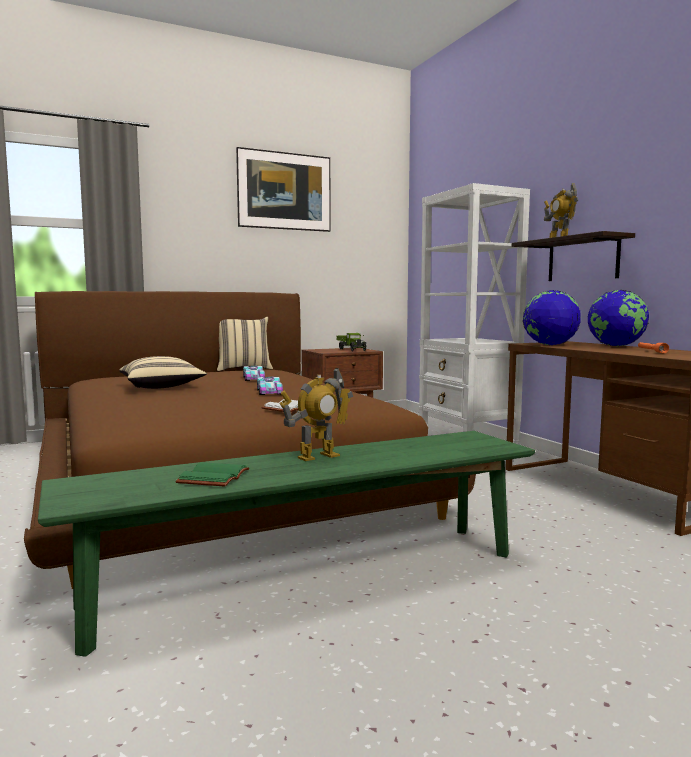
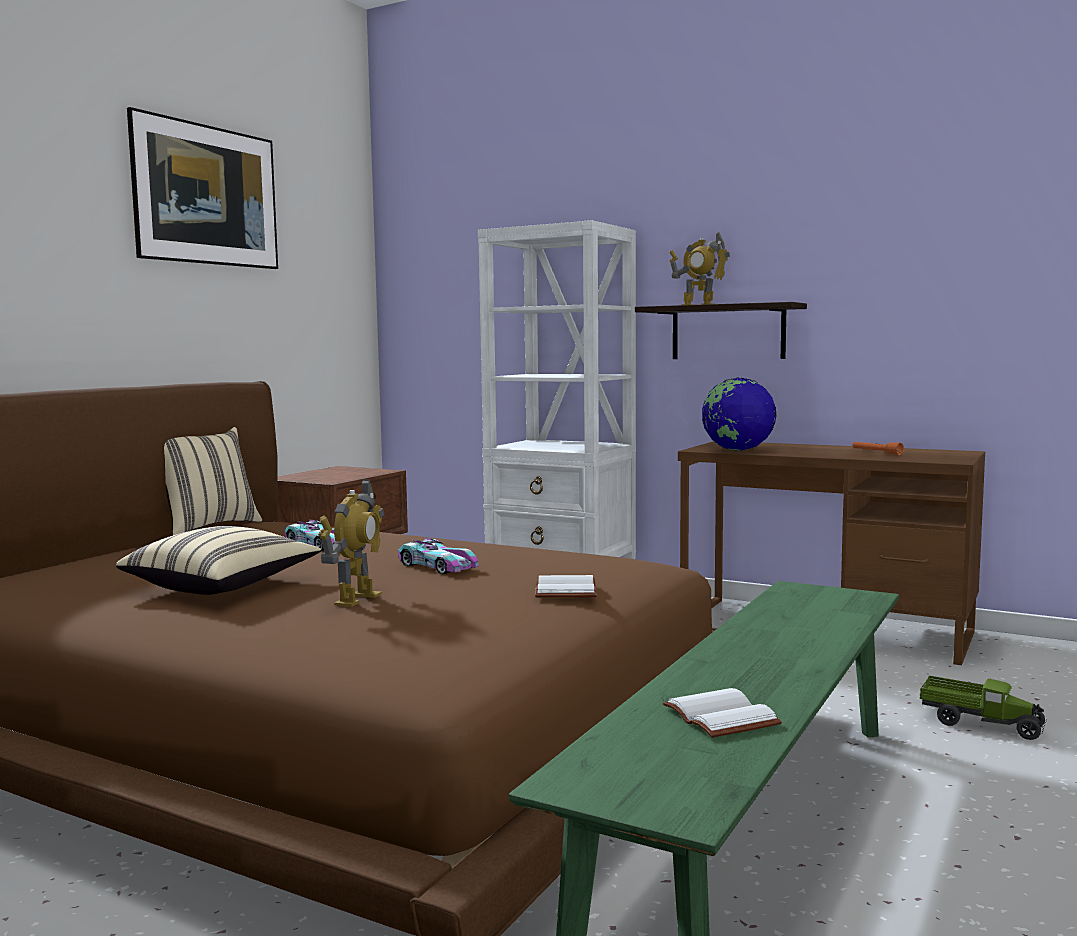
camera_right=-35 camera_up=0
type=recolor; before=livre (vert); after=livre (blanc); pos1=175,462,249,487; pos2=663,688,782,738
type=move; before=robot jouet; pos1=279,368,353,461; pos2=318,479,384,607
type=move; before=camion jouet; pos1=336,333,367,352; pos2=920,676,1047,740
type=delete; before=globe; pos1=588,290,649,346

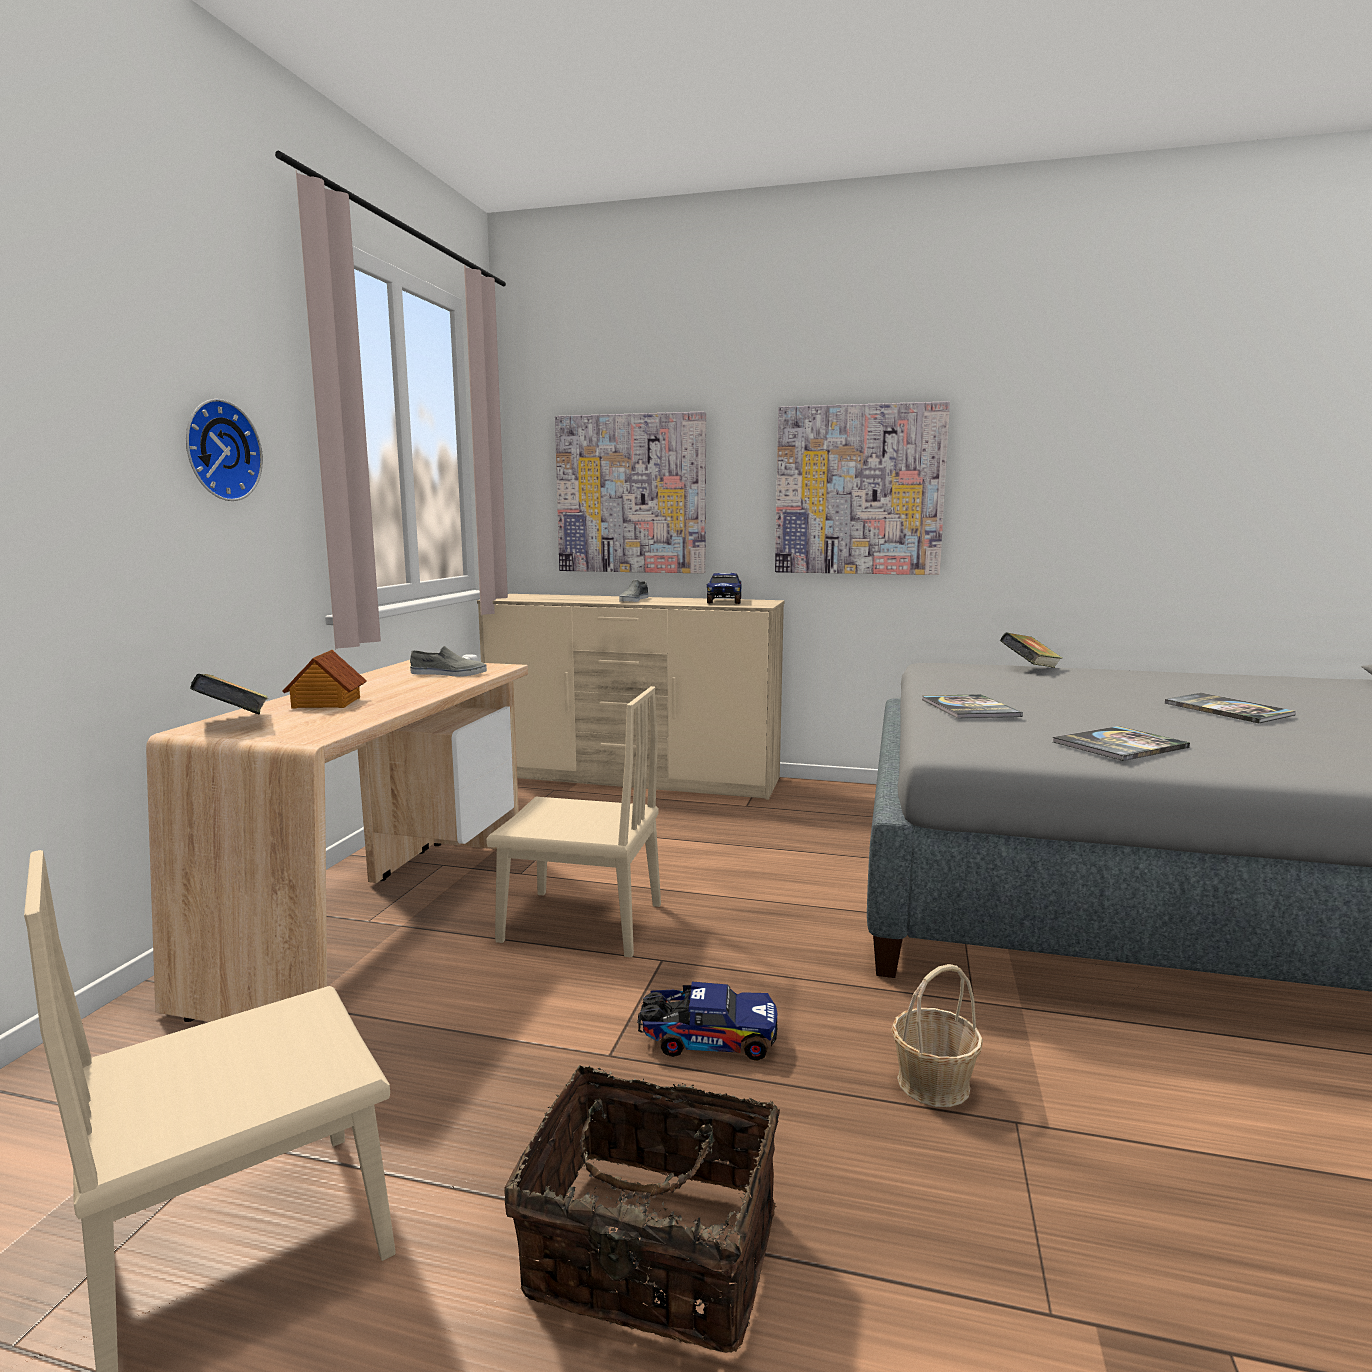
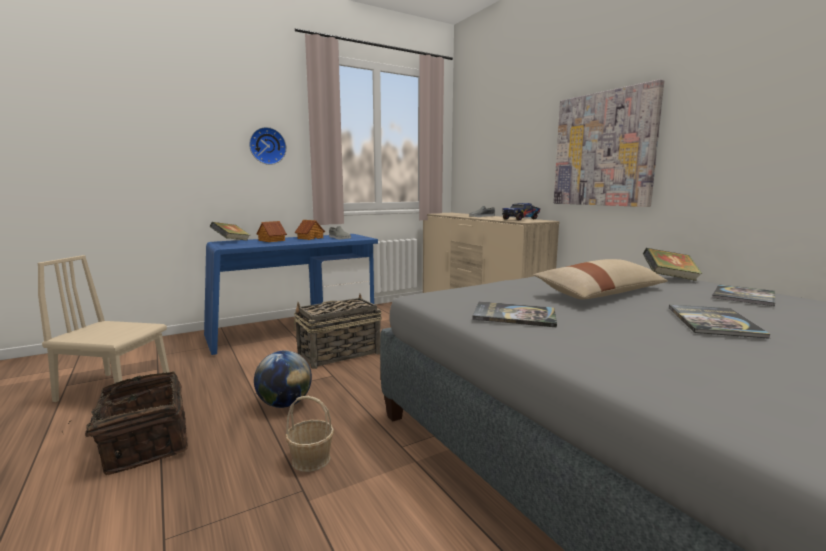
camera_right=45 camera_up=0
type=recolor; before=bureau (beige); after=bureau (bleu); pos1=146,660,528,1022; pos2=204,234,378,355
type=replace; before=chaise (beige); after=panier; pos1=486,686,661,958; pos2=294,294,382,369
type=delete; before=tableau; pos1=555,411,706,573
type=replace; before=camion jouet; after=globe; pos1=637,982,778,1061; pos2=254,350,312,408
type=move; before=livre; pos1=922,694,1023,718; pos2=712,284,775,306
type=insert; after=maison miniature; pos2=294,220,325,240
type=insert; after=coussin (beige); pos2=534,259,668,299

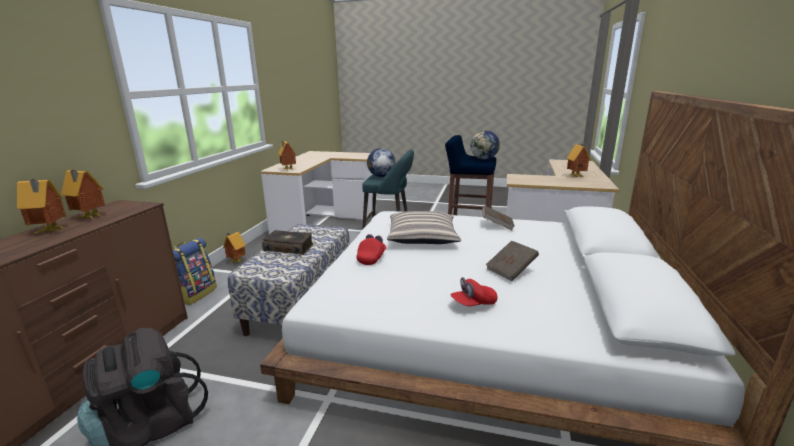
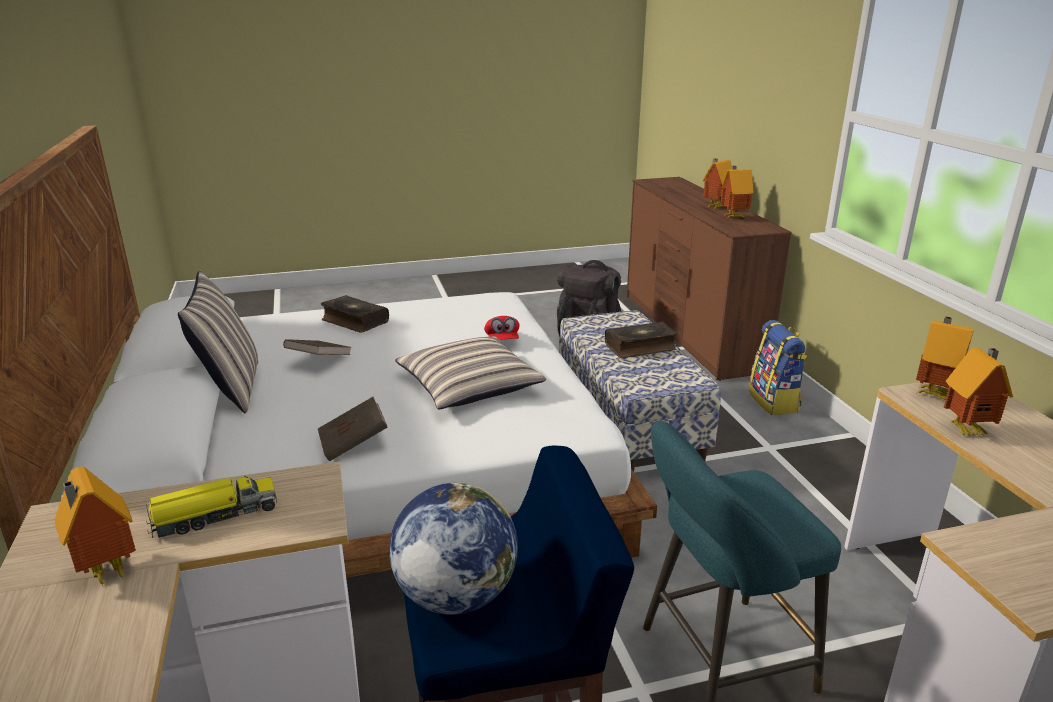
camera_right=150 camera_up=5
type=move; before=maison miniature; pos1=223,232,246,265; pos2=944,347,1013,437
type=delete; before=globe; pos1=367,148,396,177
type=replace; before=casquette (rouge); after=livre; pos1=451,277,497,306; pos2=321,295,389,333
type=insert; after=camion jouet; pos2=146,475,277,538
type=insert; after=coussin; pos2=178,271,258,413

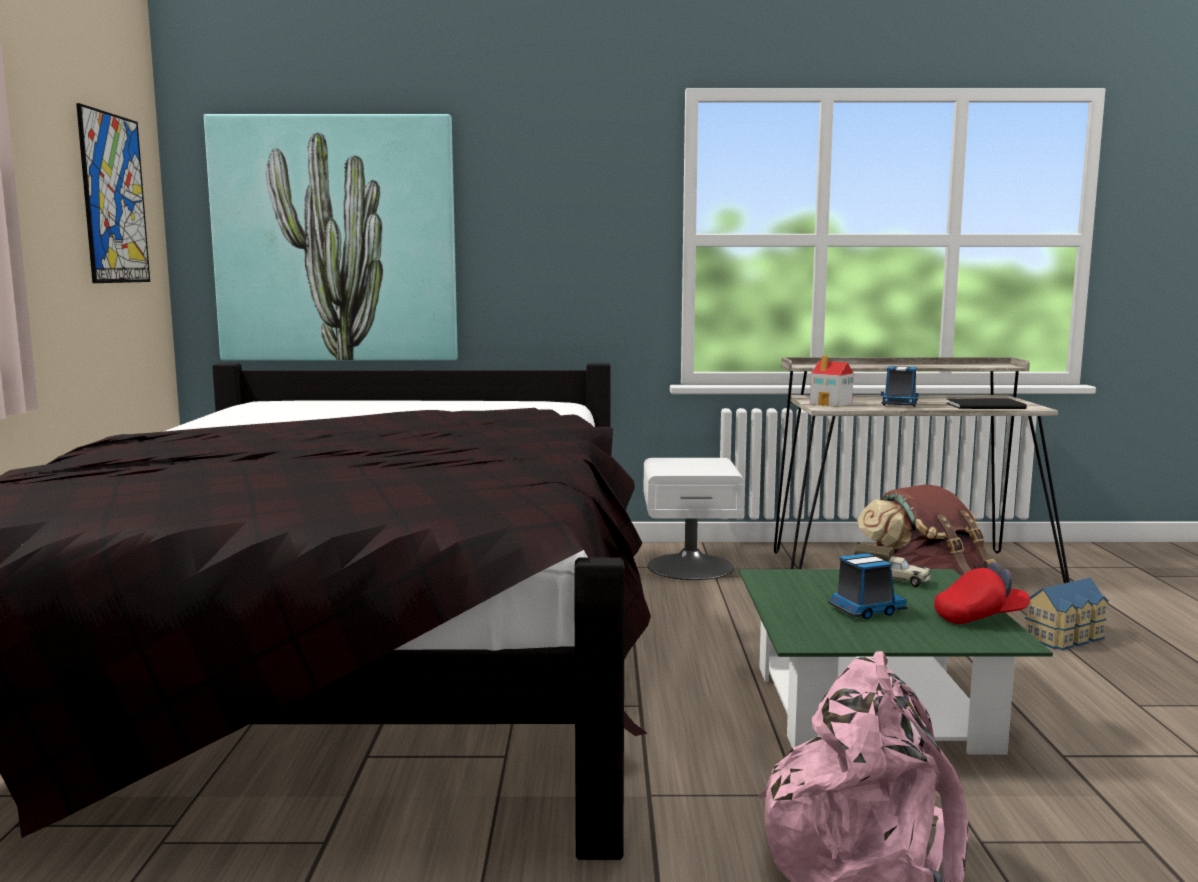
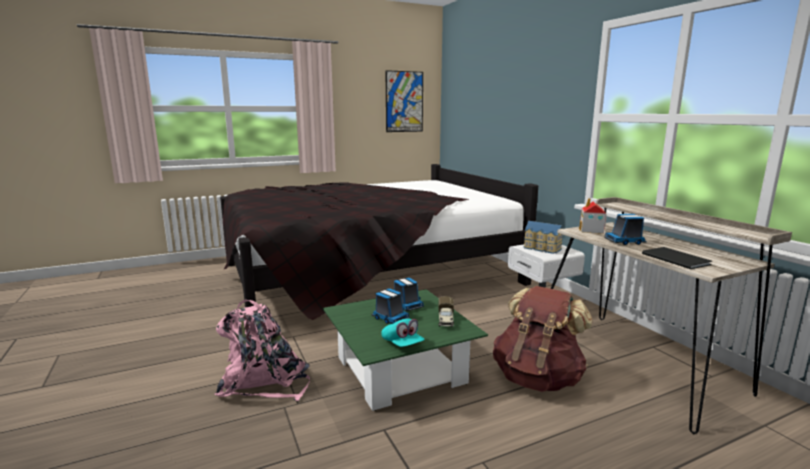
camera_right=65 camera_up=5
type=delete; before=tableau; pos1=204,114,458,361
type=recolor; before=casquette (rouge); after=casquette (turquoise); pos1=934,562,1030,624; pos2=381,319,424,347
type=move; before=maison miniature; pos1=1025,578,1109,651; pos2=524,221,563,254
type=insert; after=camion jouet; pos2=394,278,424,311

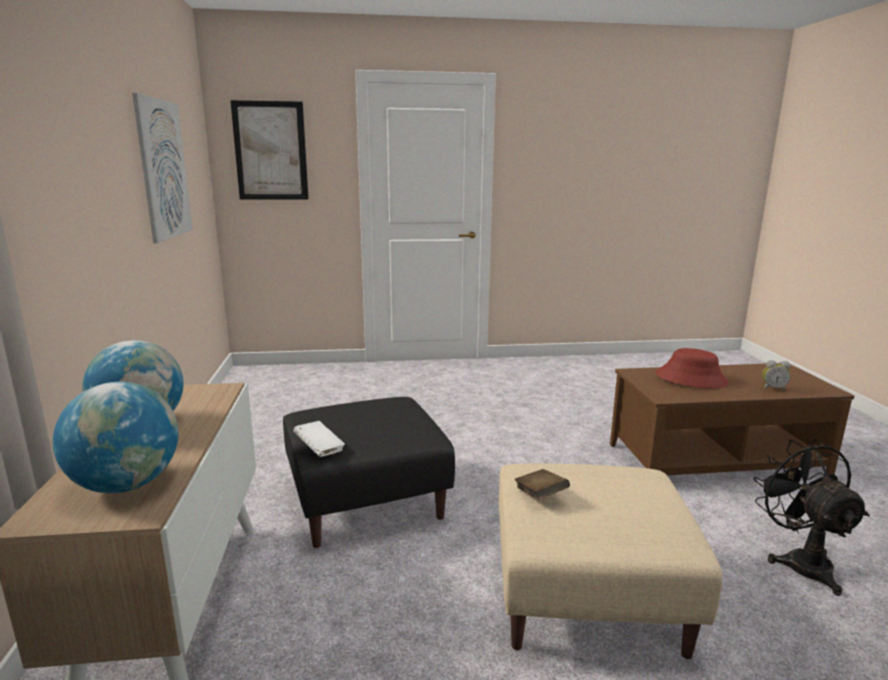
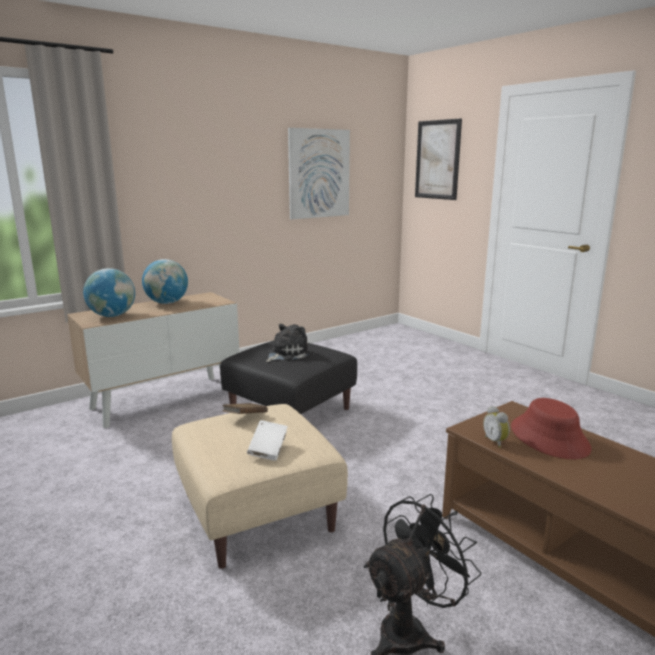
camera_right=60 camera_up=0
type=move; before=livre (blanc); pos1=293,421,345,457; pos2=247,420,288,461
type=move; before=réveil; pos1=762,360,791,391; pos2=483,406,510,448
type=insert; after=peluche; pos2=266,324,311,362

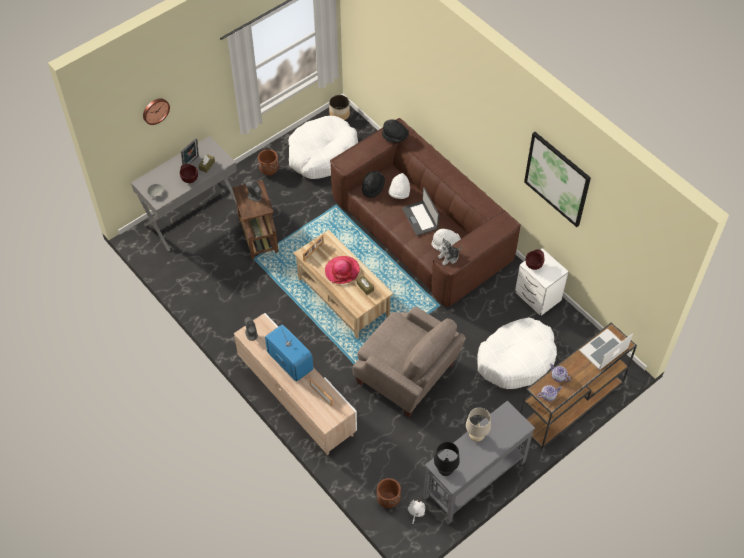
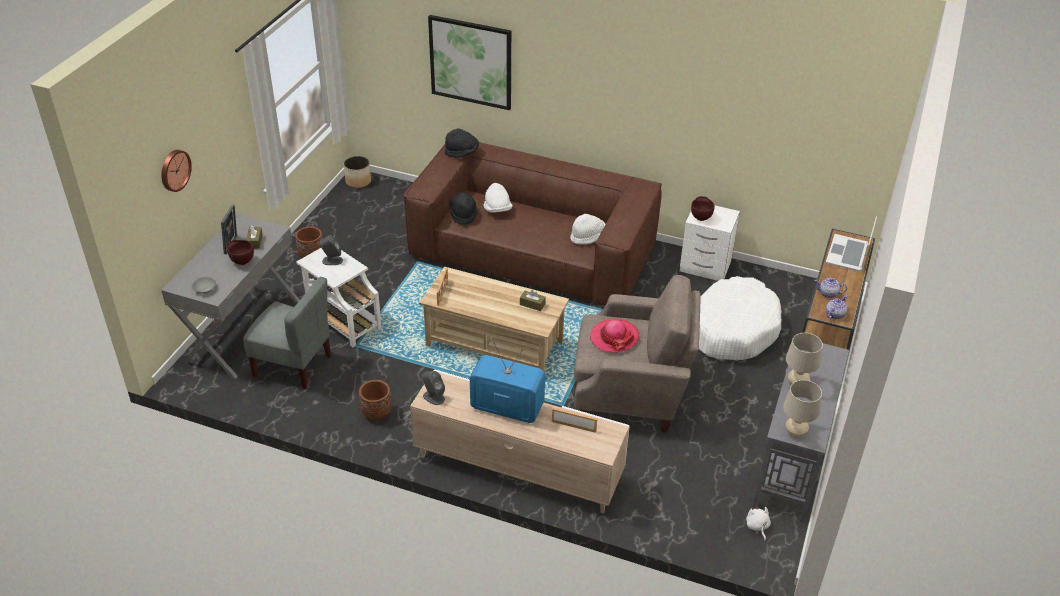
camera_right=-30 camera_up=-15
type=recolor; before=table d'appoint (marron); after=table d'appoint (blanc); pos1=232,180,279,259; pos2=296,248,382,347
type=delete; before=panier pour chien (blanc); pos1=289,116,358,179
type=move; before=chapeau; pos1=325,256,360,284; pos2=590,319,640,353
type=move; before=cache-pot (marron); pos1=377,478,401,508; pos2=359,380,392,421
type=delete; before=ordinateur portable; pos1=402,187,439,236
type=recolor; before=lampe de table (noir); after=lampe de table (beige); pos1=434,442,460,476; pos2=783,380,822,437
type=delete; before=peluche; pos1=437,238,462,265
type=move; before=tableau; pos1=524,132,591,227; pos2=428,15,511,110
type=insert; after=chaise (gris); pos2=243,277,331,389

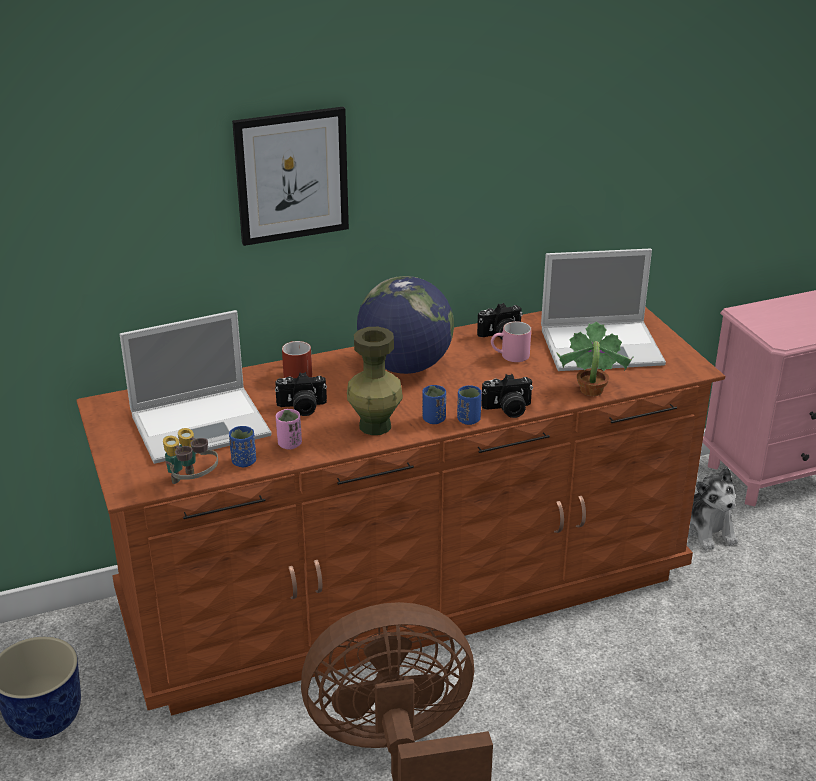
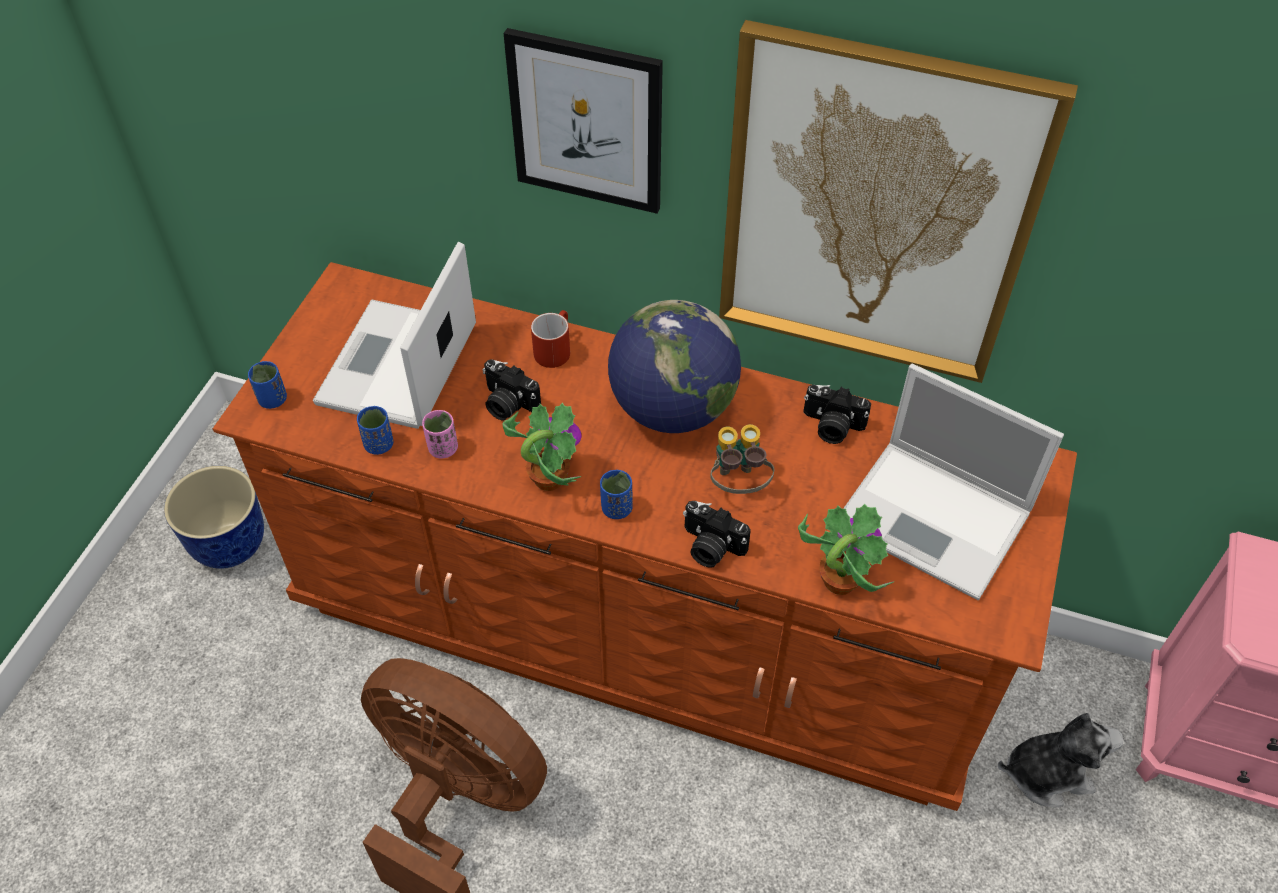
camera_right=40 camera_up=20
type=rotate; before=ordinateur portable; pos1=120,310,271,464; pos2=313,242,476,429; turn=90
type=move; before=jumelles; pos1=163,428,218,484; pos2=710,424,774,494
type=replace; before=vase (vert); after=plante en pot; pos1=347,327,403,435; pos2=502,403,582,491
type=move; before=tasse (bleu); pos1=457,385,482,425; pos2=248,361,287,409
type=delete; before=mug (rose); pos1=491,321,531,362
type=rotate; before=peluche; pos1=688,467,738,551; pos2=998,713,1124,808; turn=-120
type=insert; after=tableau; pos2=719,20,1078,383

